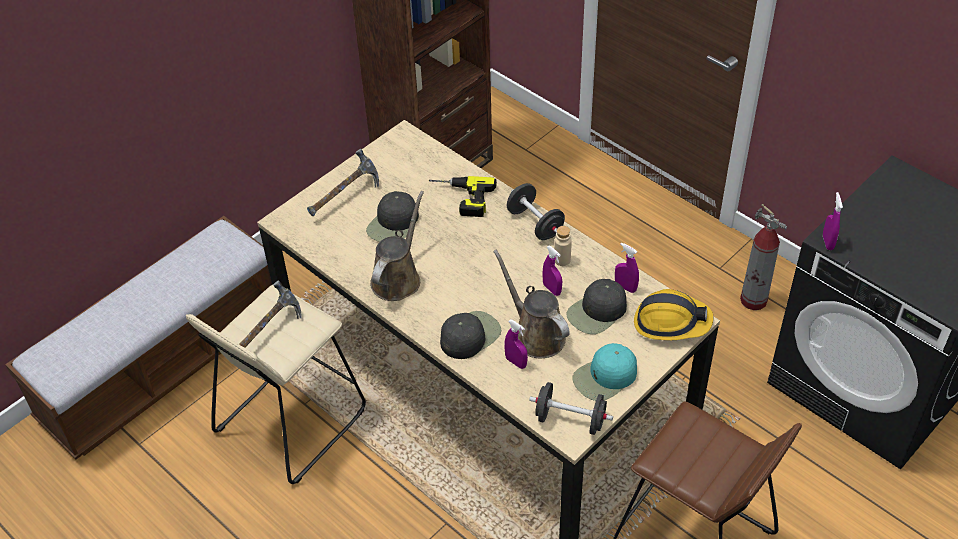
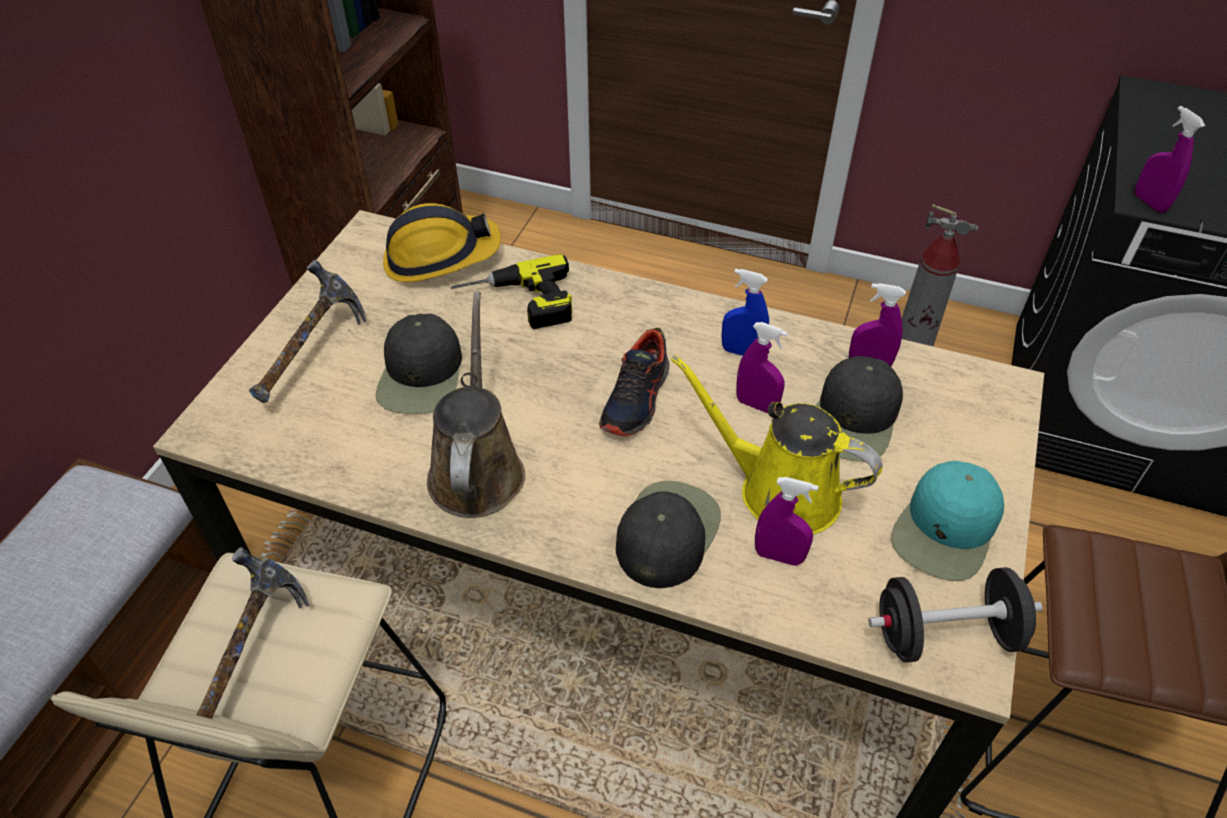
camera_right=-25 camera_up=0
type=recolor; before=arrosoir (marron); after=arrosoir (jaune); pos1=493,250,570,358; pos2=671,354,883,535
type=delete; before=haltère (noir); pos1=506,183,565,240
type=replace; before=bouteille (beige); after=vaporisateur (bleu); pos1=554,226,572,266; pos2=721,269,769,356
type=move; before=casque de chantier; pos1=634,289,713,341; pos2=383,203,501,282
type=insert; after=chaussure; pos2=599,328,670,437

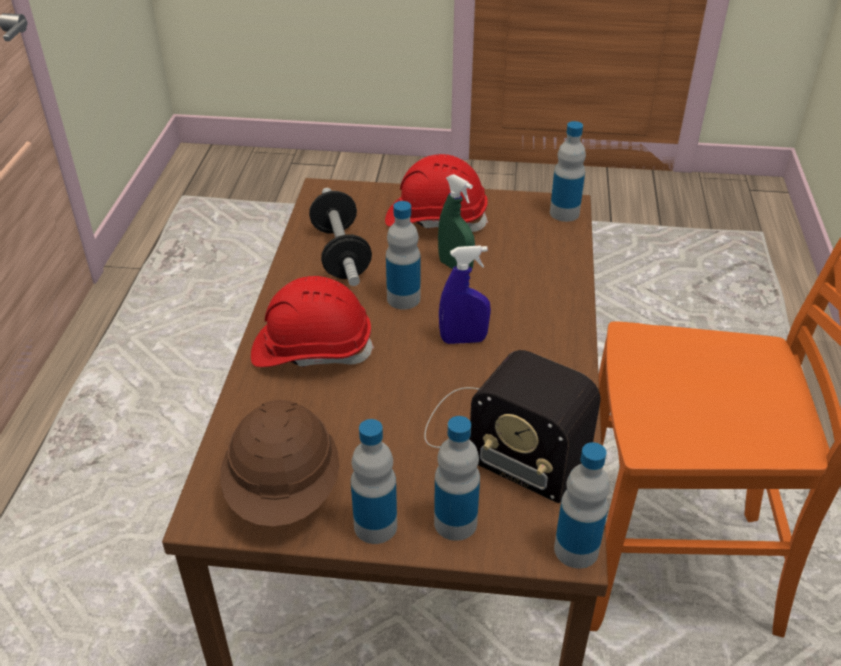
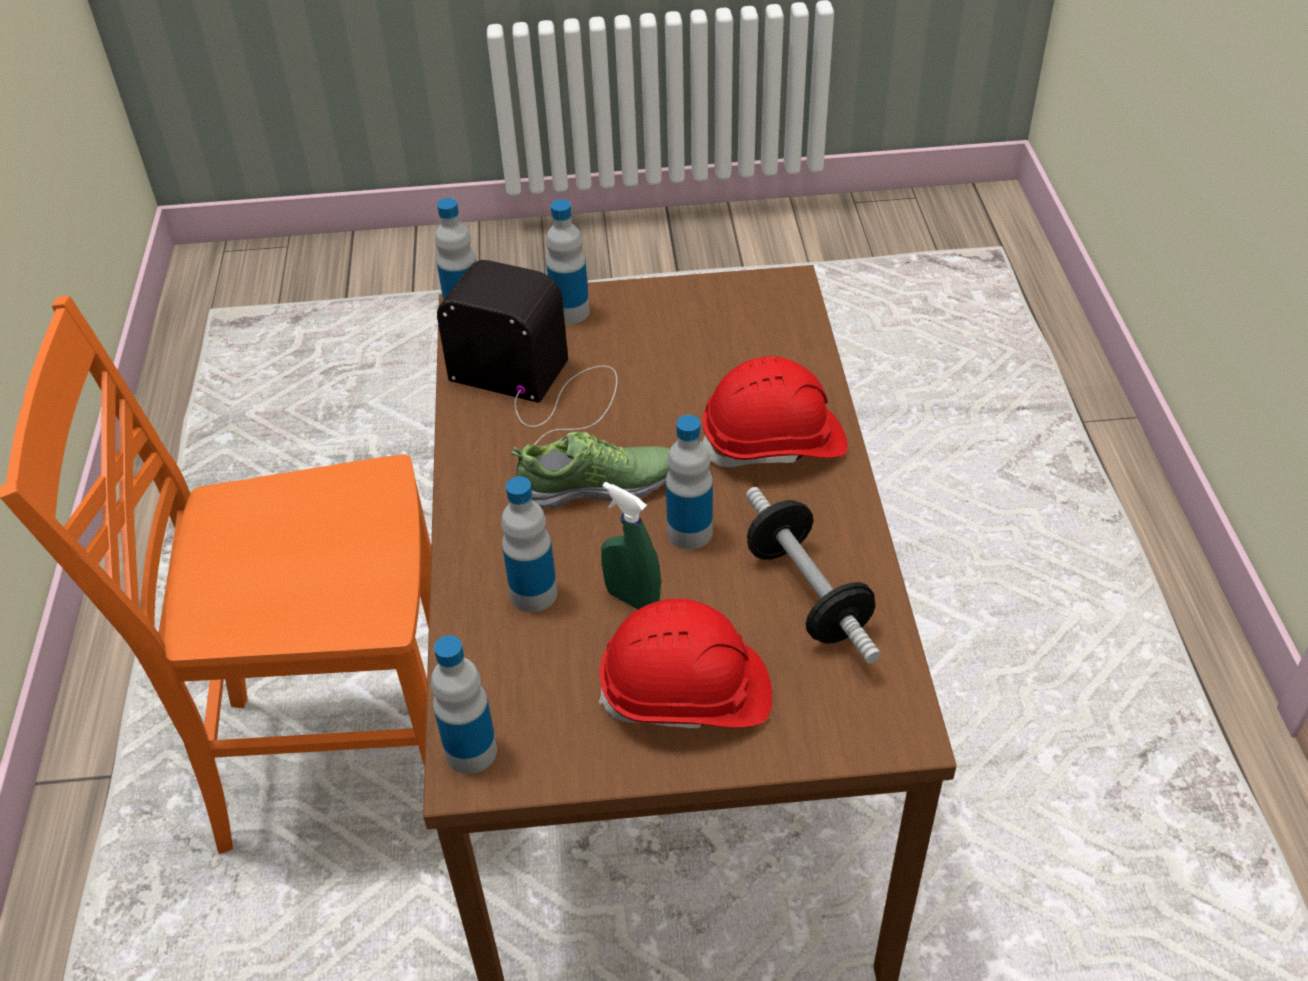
camera_right=170 camera_up=5
type=delete; before=casque de chantier (marron); pos1=220,400,339,526
type=move; before=bouteille; pos1=351,419,397,544; pos2=501,476,557,612
type=replace; before=vaporisateur (bleu); after=chaussure; pos1=439,245,491,344; pos2=511,432,670,509

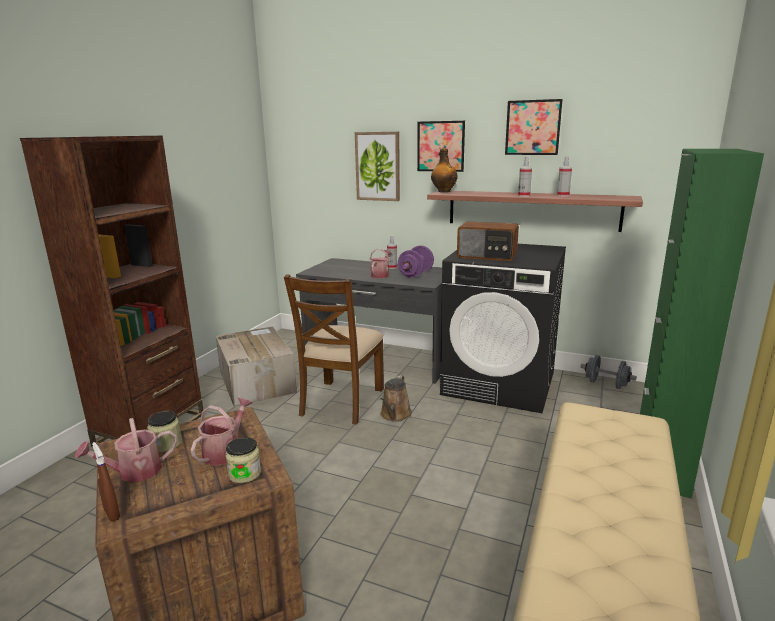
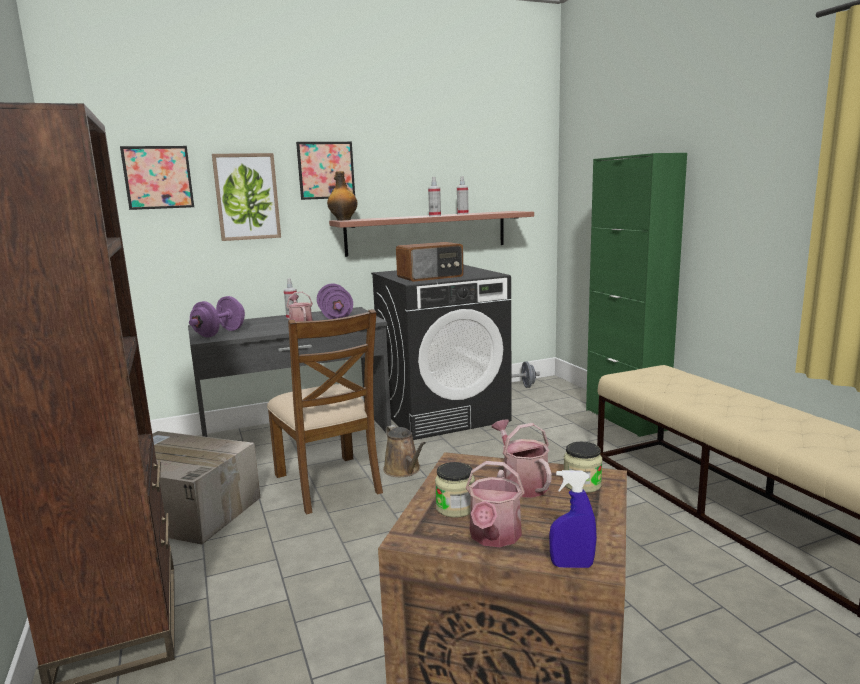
camera_right=-45 camera_up=-5
type=recolor; before=vaporisateur (marron); after=vaporisateur (bleu); pos1=92,442,120,522; pos2=549,470,597,568
type=move; before=tableau; pos1=505,99,563,155; pos2=120,146,194,210
type=insert; after=haltère (violet); pos2=189,296,245,337

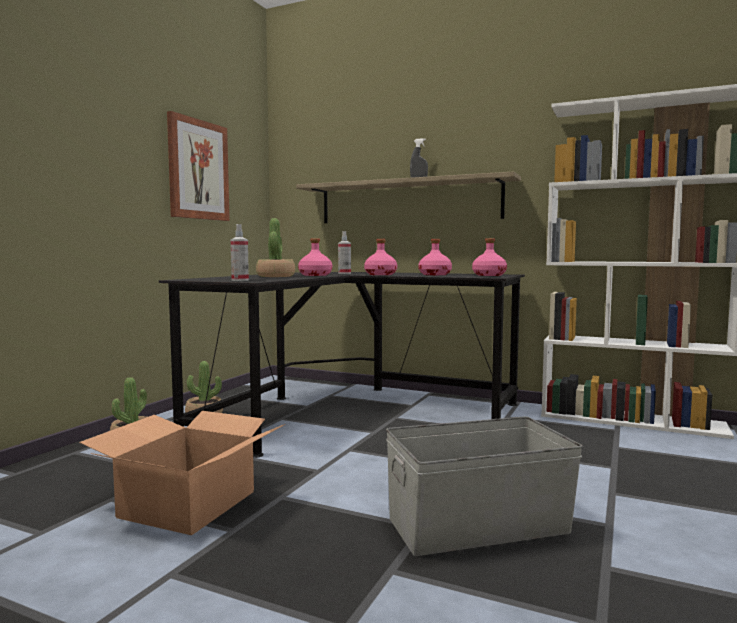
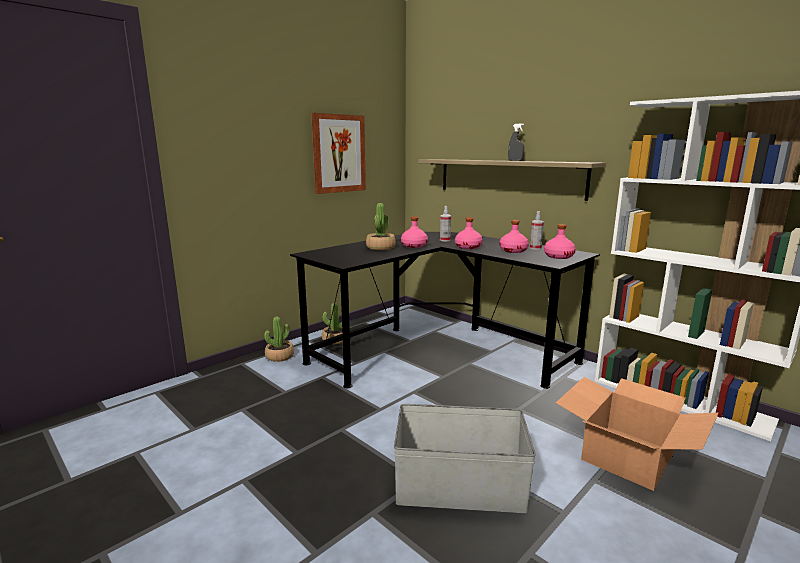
camera_right=20 camera_up=10
type=move; before=carton; pos1=79,411,285,535; pos2=556,377,719,491
type=move; before=vaporisateur; pos1=231,224,249,281; pos2=530,211,544,250

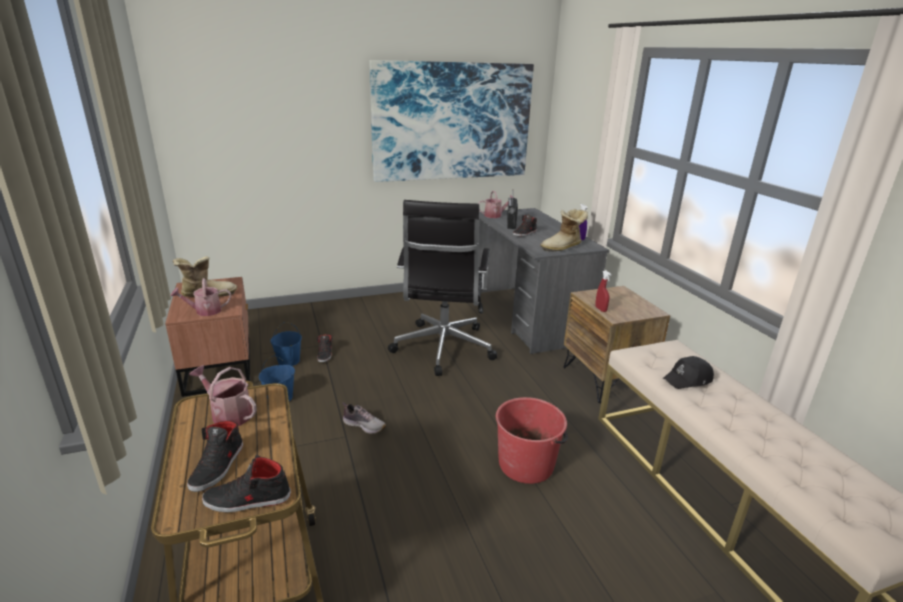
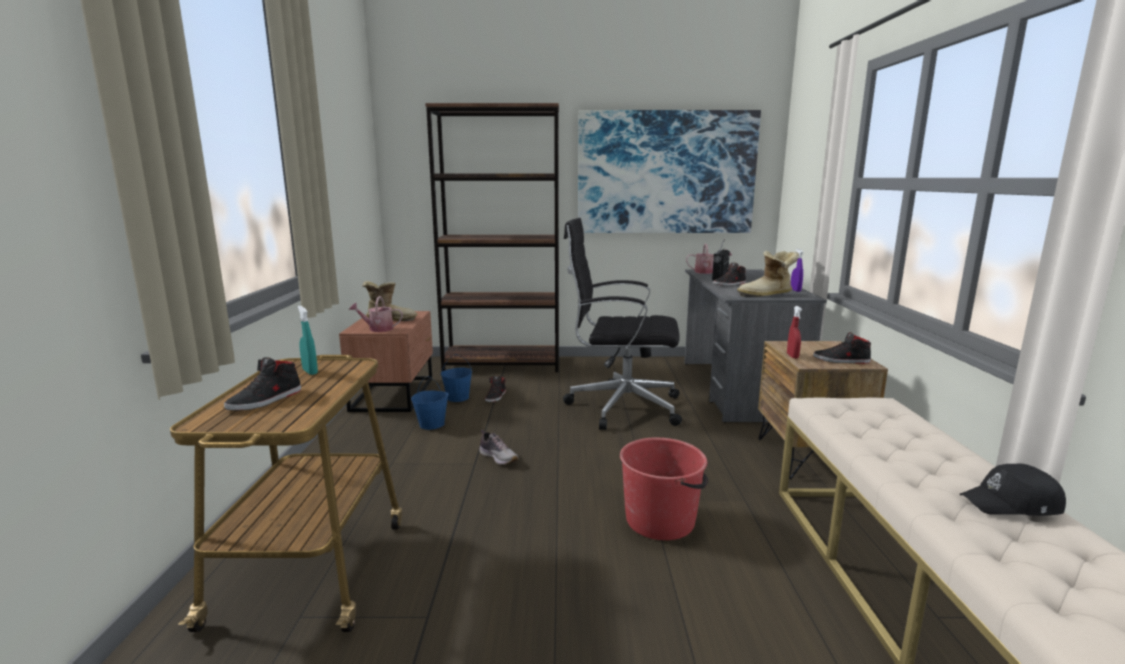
camera_right=20 camera_up=-10
type=replace; before=arrosoir; after=vaporisateur (turquoise); pos1=189,365,257,426; pos2=298,306,318,375
type=move; before=chaussure (noir); pos1=202,455,291,512; pos2=813,332,871,364
type=rotate; before=chaise de bureau (noir); pos1=388,200,497,376; pos2=563,218,682,430; turn=75
type=move; before=casquette (noir); pos1=663,356,714,389; pos2=960,464,1066,516
type=insert; after=bibliothèque (marron); pos2=425,103,559,372

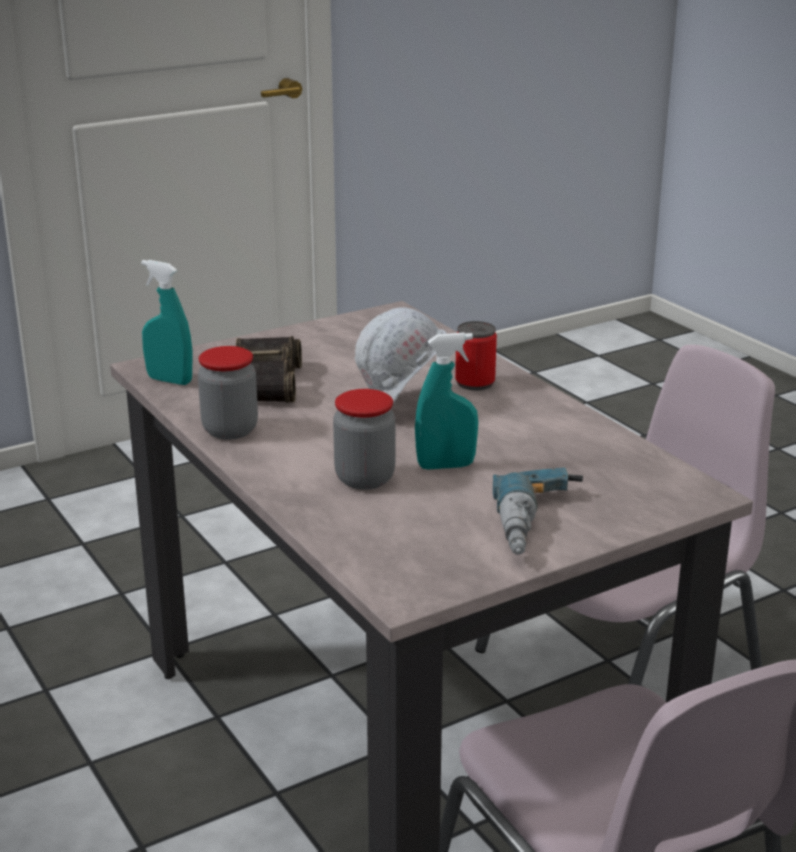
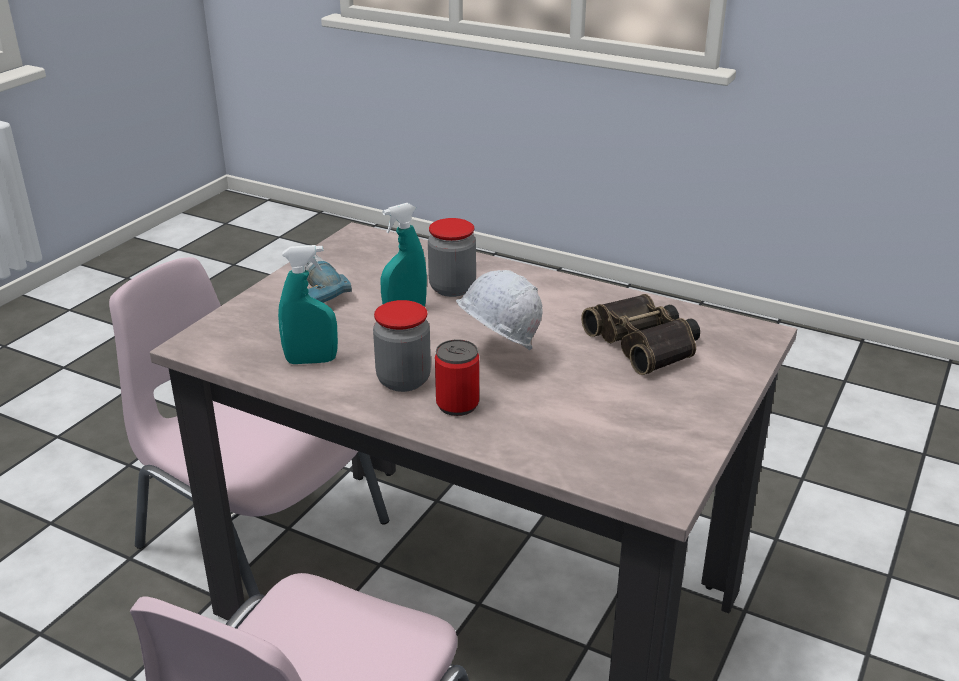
camera_right=150 camera_up=5
type=move; before=vaporisateur (turquoise); pos1=141,260,193,385; pos2=278,245,338,364
type=move; before=bocal; pos1=198,346,258,440; pos2=373,300,431,392

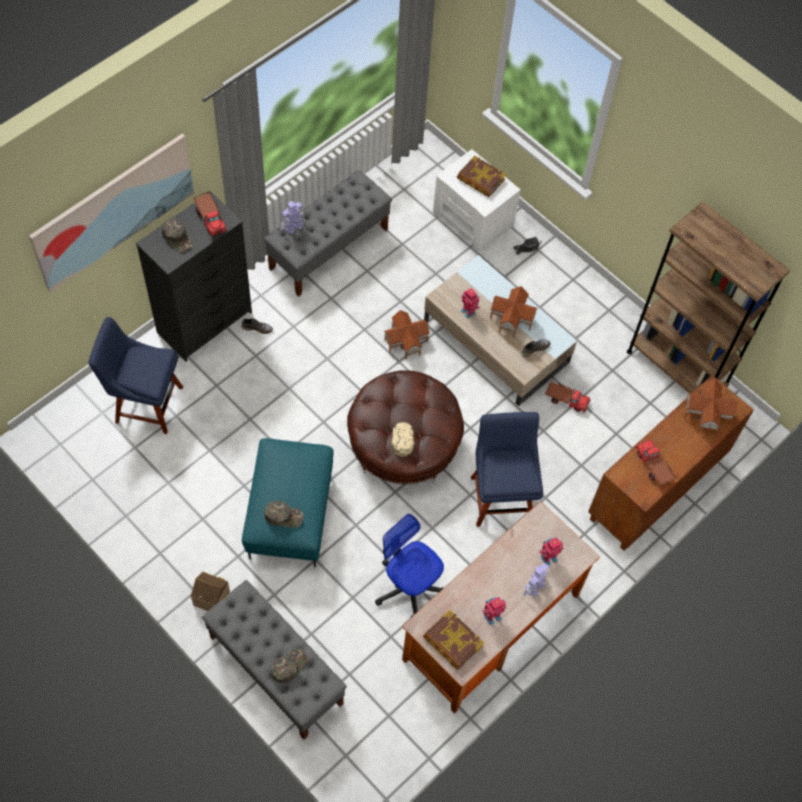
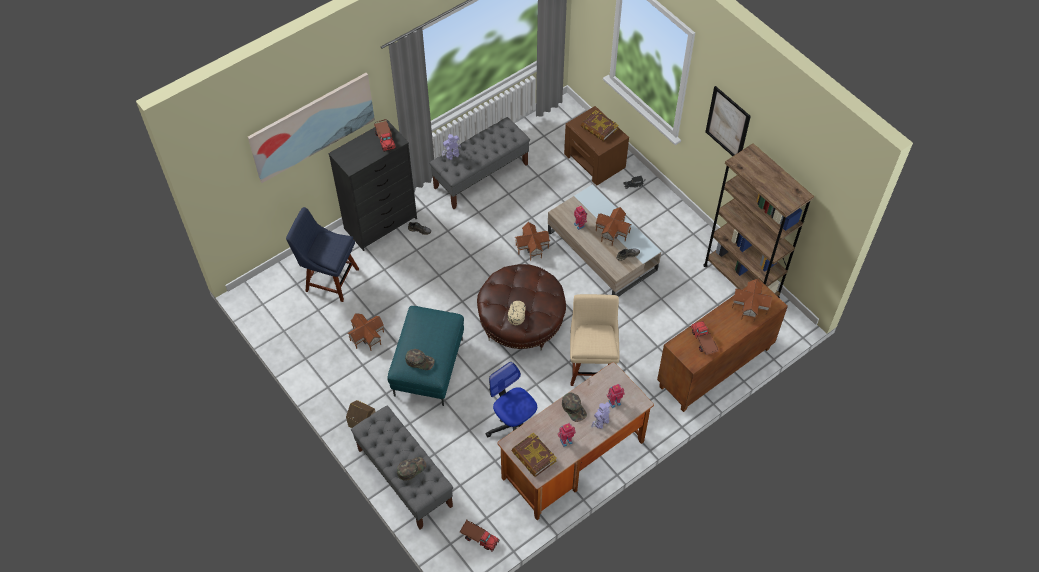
camera_right=10 camera_up=-5
type=move; before=casquette (vert); pos1=162,218,193,252; pos2=562,393,587,422
type=recolor; before=table de chevet (blanc); after=table de chevet (marron); pos1=433,149,520,253; pos2=564,106,629,186
type=recolor; before=chaise (bleu); after=chaise (beige); pos1=471,412,543,527; pos2=570,294,619,386
type=move; before=camion jouet; pos1=545,381,590,413; pos2=460,520,500,552
type=insert; after=maison miniature; pos2=347,313,384,351
type=insert; after=tableau; pos2=705,86,751,156

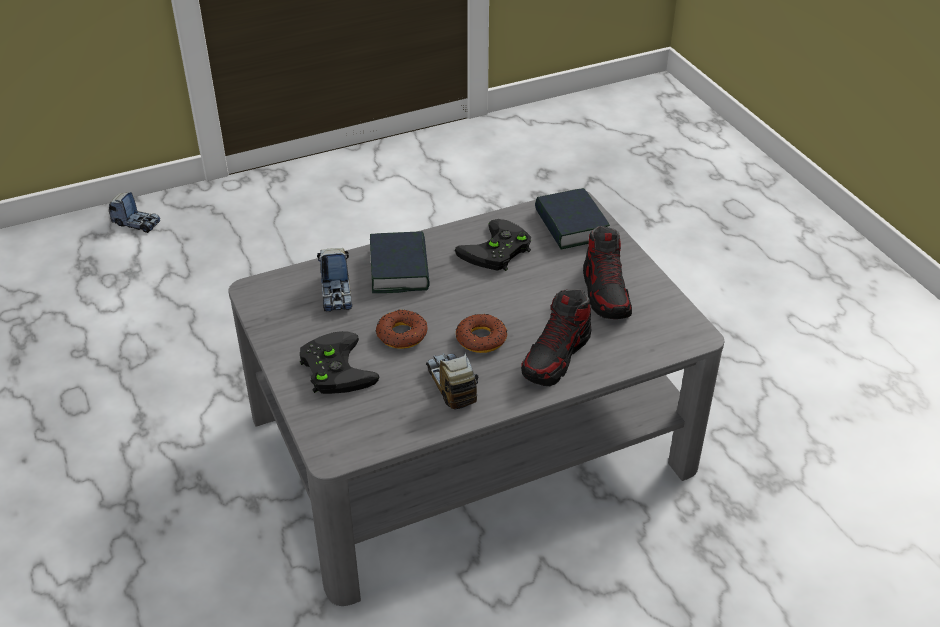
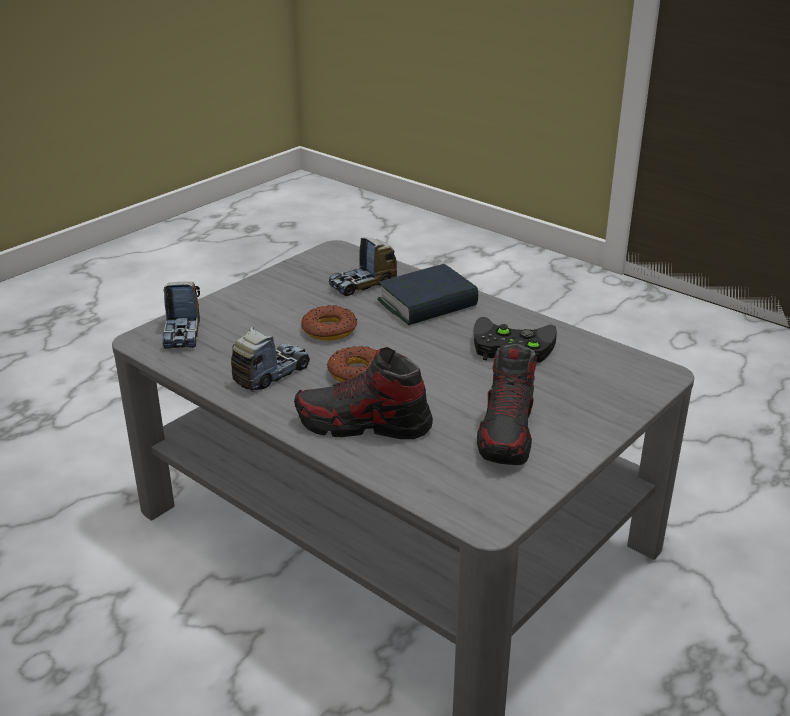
camera_right=65 camera_up=-10
type=move; before=camion jouet; pos1=109,192,160,233; pos2=163,282,200,349
type=delete; before=manette (noir); pos1=300,331,379,394
type=delete; before=livre; pos1=535,188,610,250
type=rotate; before=chaussure; pos1=583,226,632,319; pos2=477,344,537,465; turn=-45

